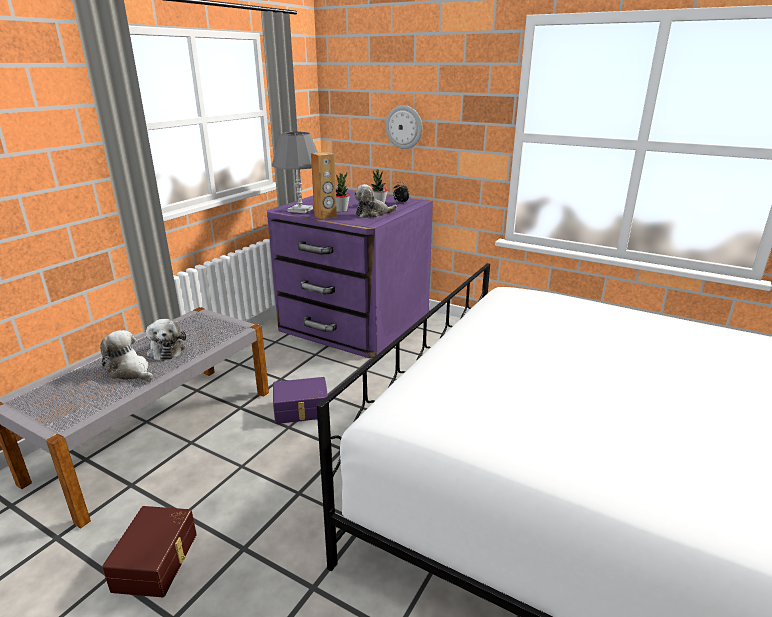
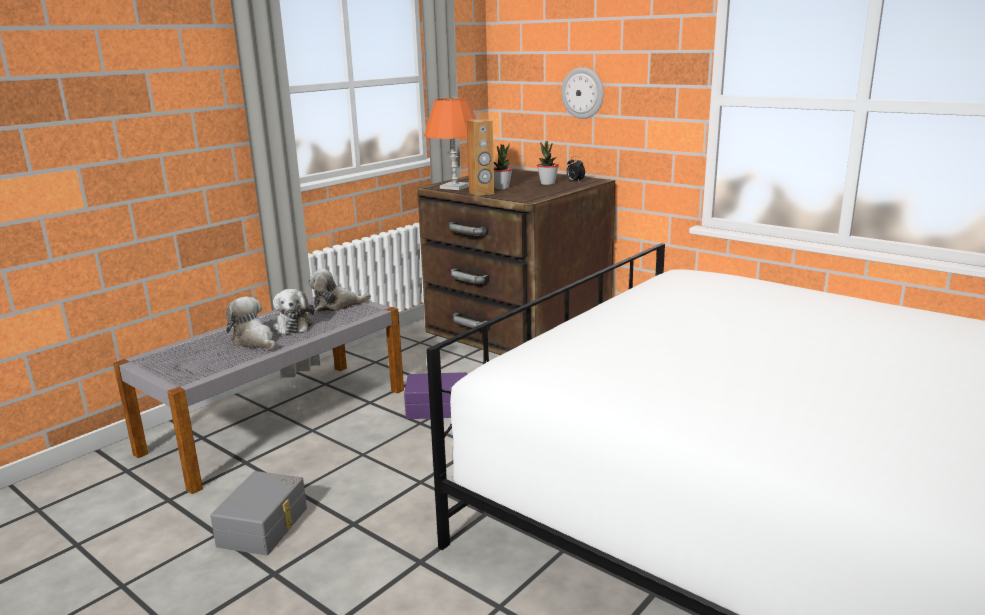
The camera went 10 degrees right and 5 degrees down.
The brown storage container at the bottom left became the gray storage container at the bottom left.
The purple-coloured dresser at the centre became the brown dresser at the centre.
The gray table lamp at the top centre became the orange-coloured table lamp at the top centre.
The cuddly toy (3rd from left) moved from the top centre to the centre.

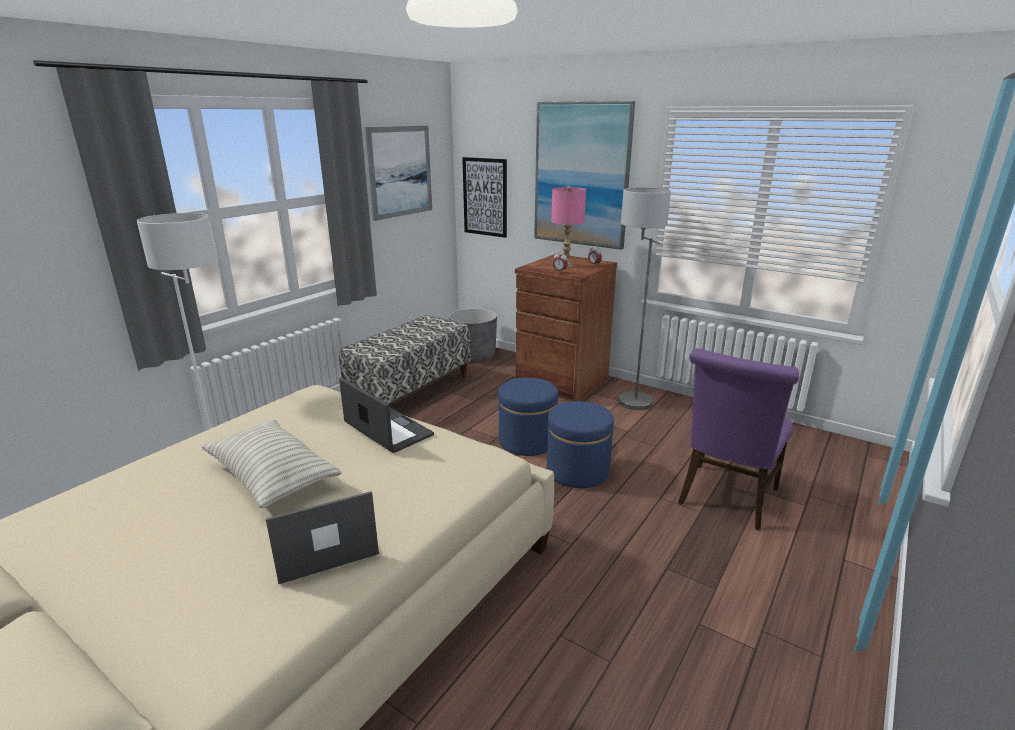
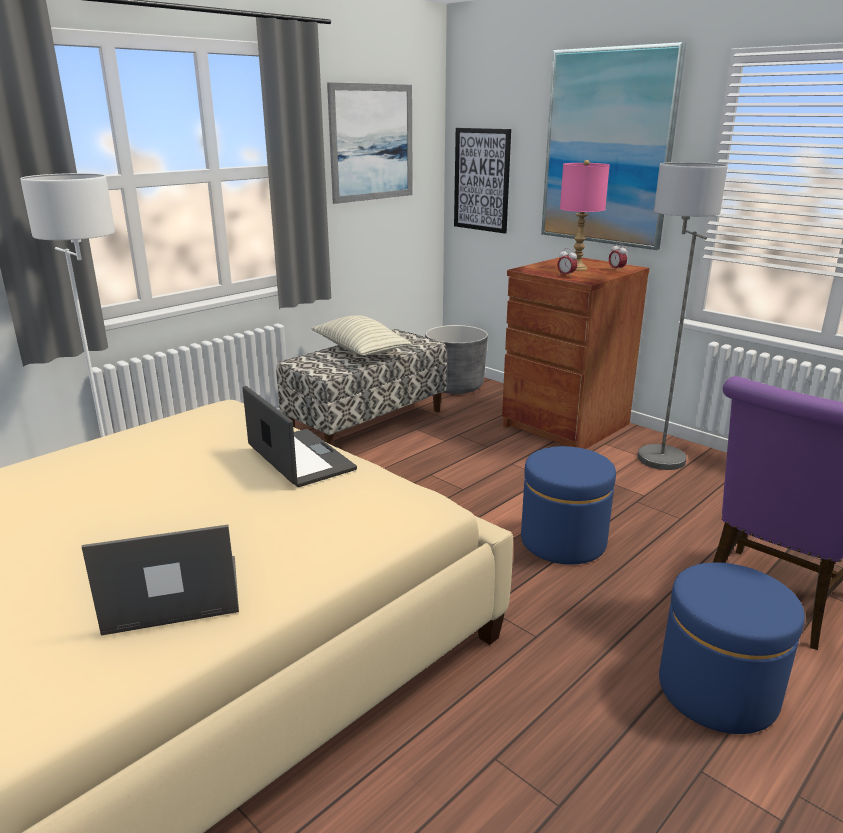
The camera went 10 degrees right and 0 degrees up.
The cushion moved from the middle left to the centre.
The blue footrest (1st from left in the first image) moved from the centre to the bottom right.

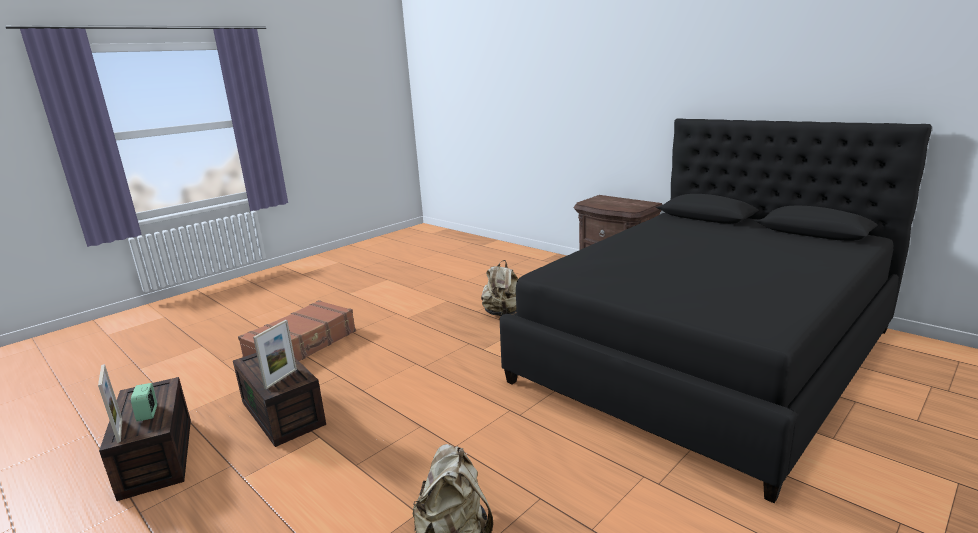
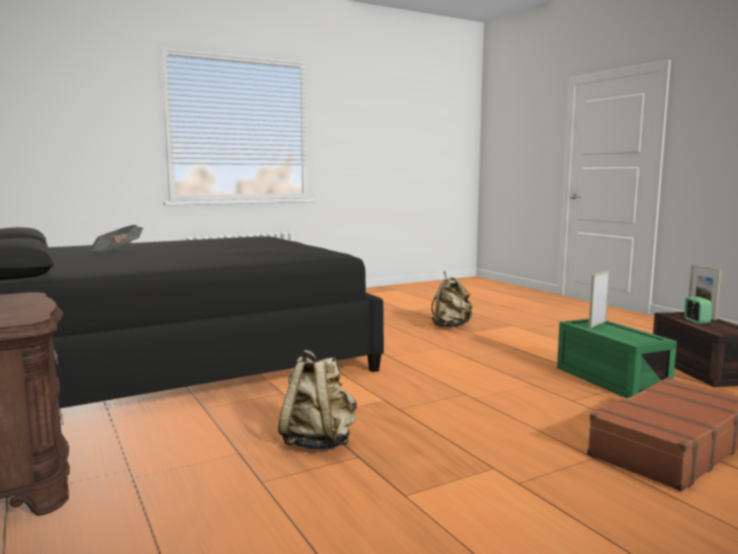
The camera went 165 degrees left and 10 degrees down.
The brown storage container (2nd from left) at the bottom left became the greenish storage container at the middle right.
The printed paper at the middle left appeared.

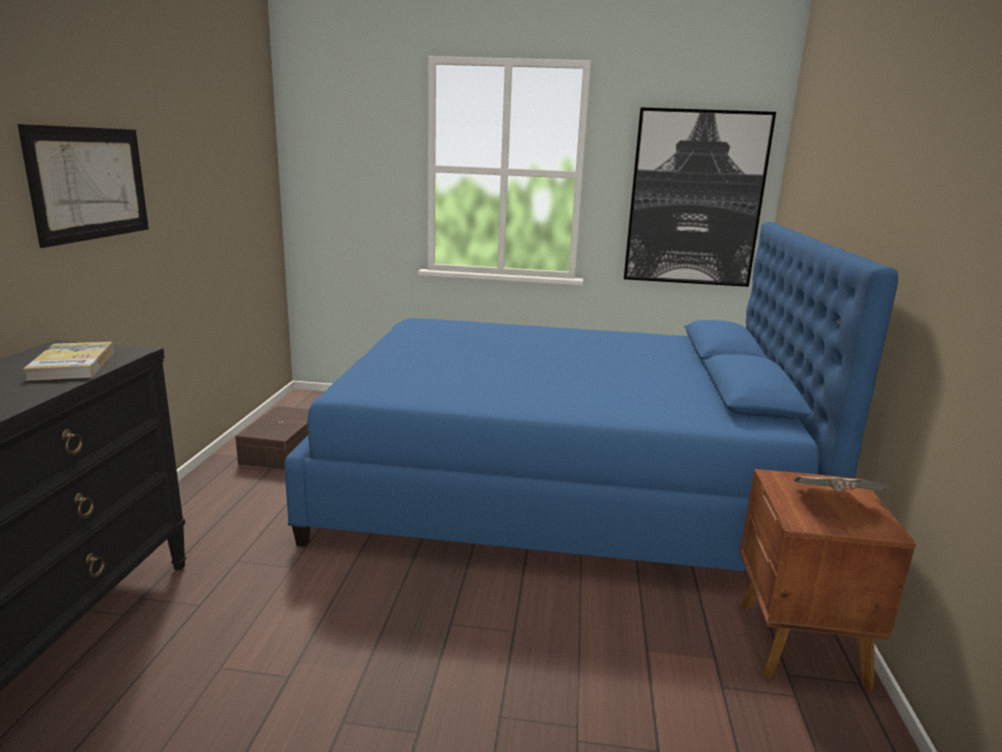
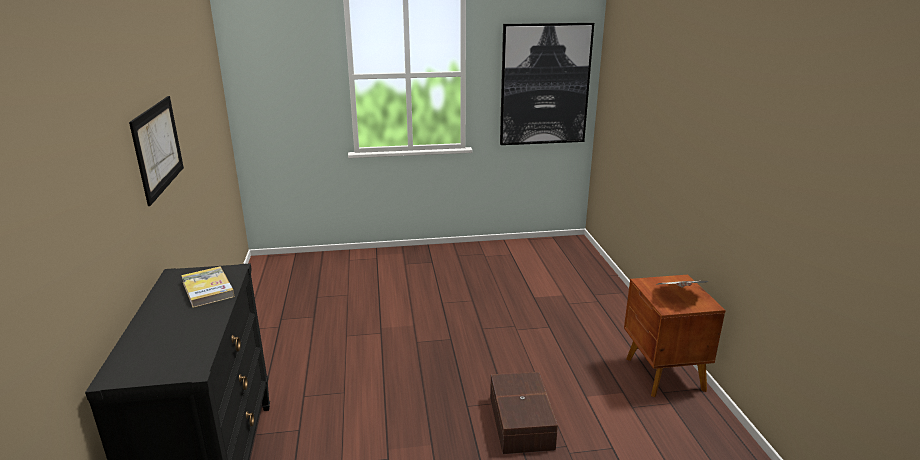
The camera went 15 degrees left and 5 degrees up.
The brown storage container moved from the middle left to the bottom centre.
The blue sleeping bed at the centre disappeared.

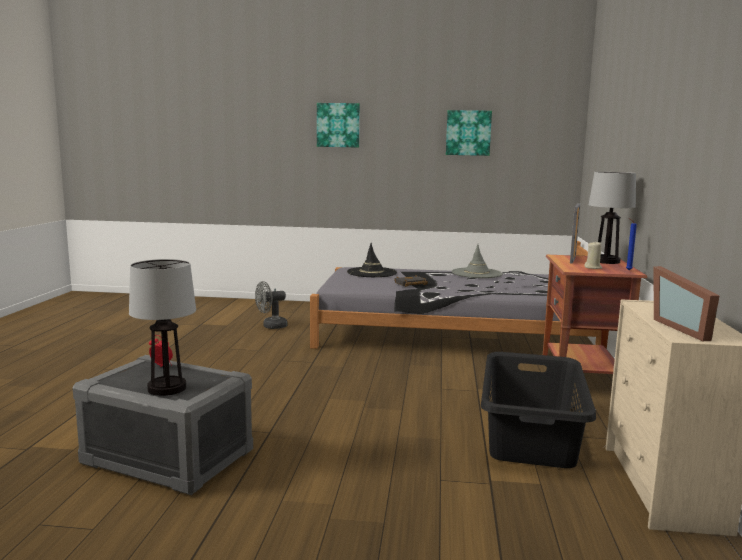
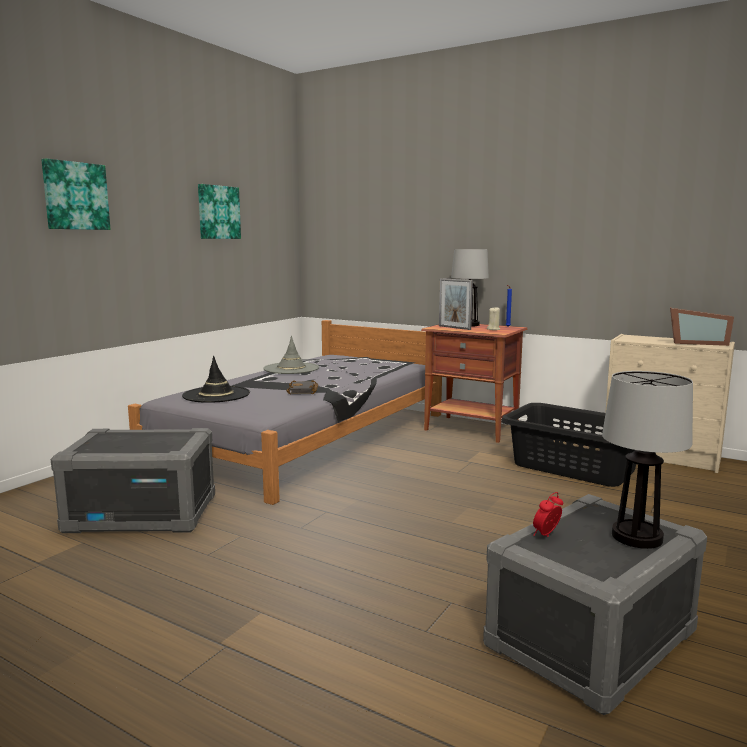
The camera went 65 degrees left and 0 degrees up.
The gray electric fan at the centre was replaced by the gray storage container (1st from left) at the middle left.

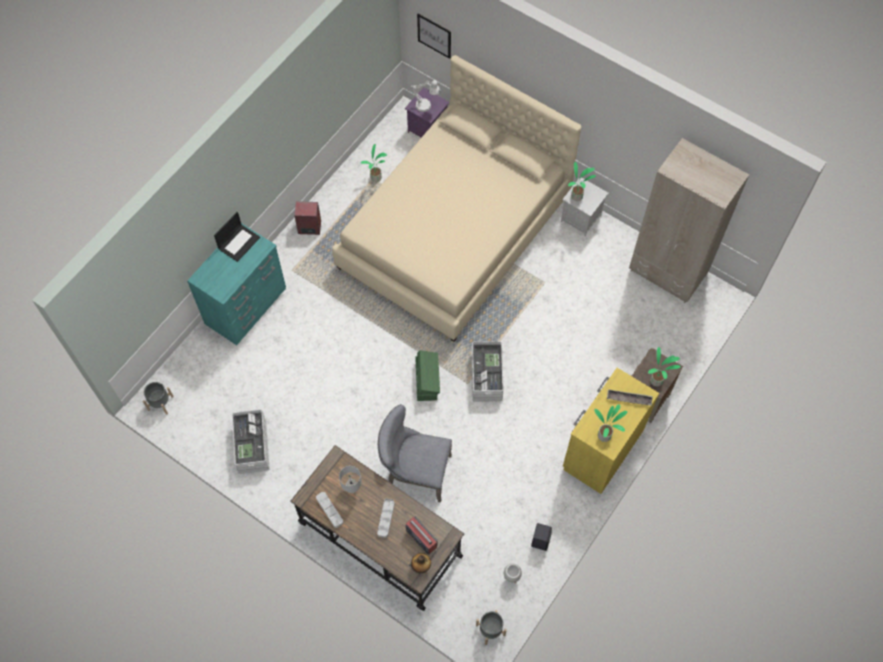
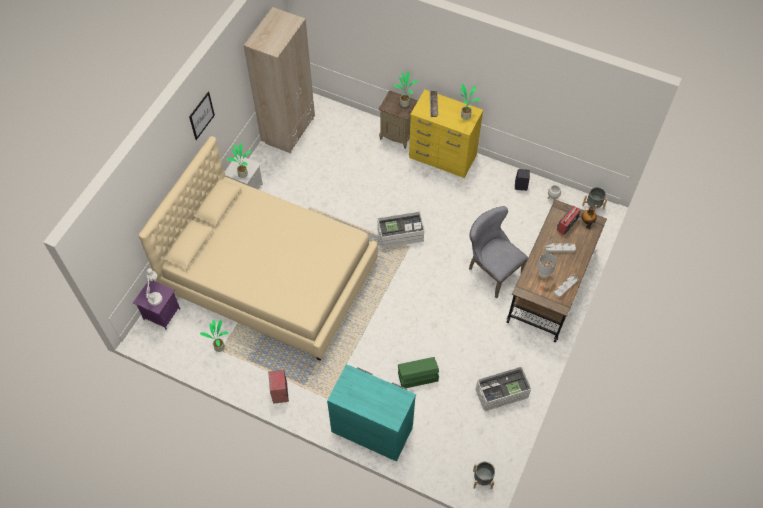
The camera went 100 degrees left and 5 degrees down.
The notebook computer at the middle left disappeared.
The gray chair at the bottom centre turned 135 degrees clockwise.
The greenish storage container moved from the centre to the bottom centre.
The wall art moved from the top centre to the top left.

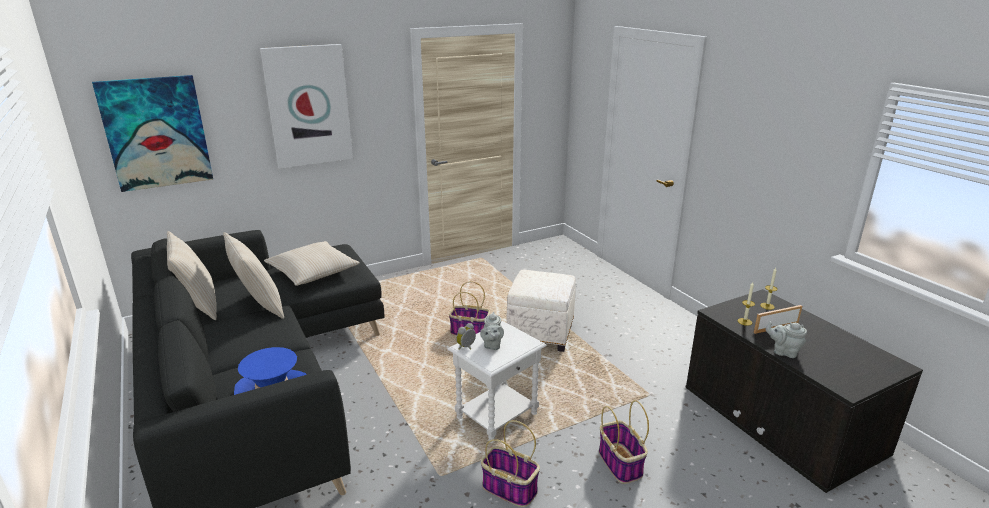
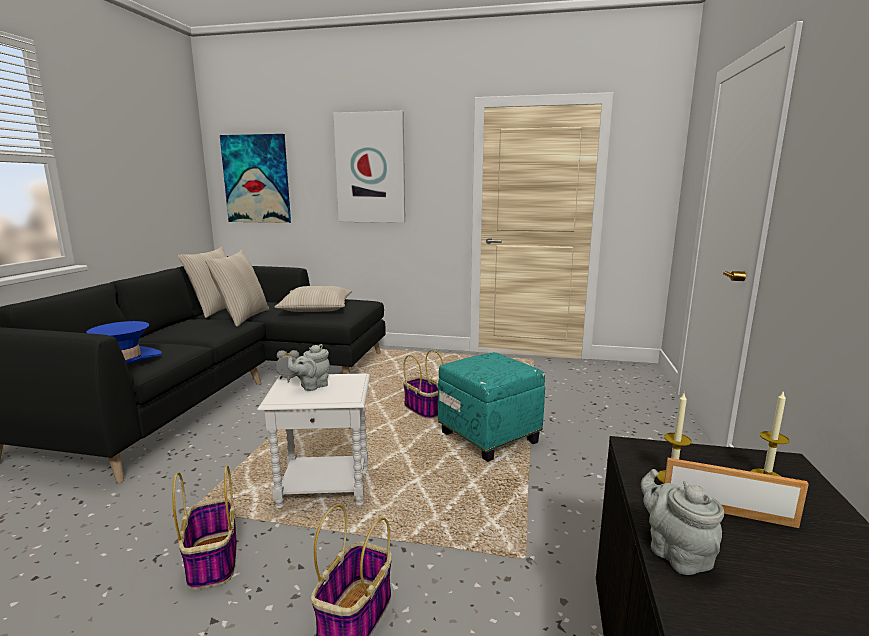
The camera went 40 degrees right and 10 degrees down.
The whitish footrest at the centre became the turquoise-coloured footrest at the centre.

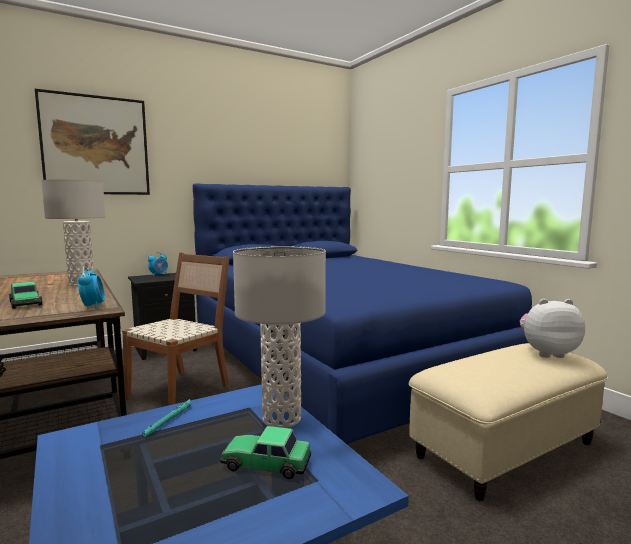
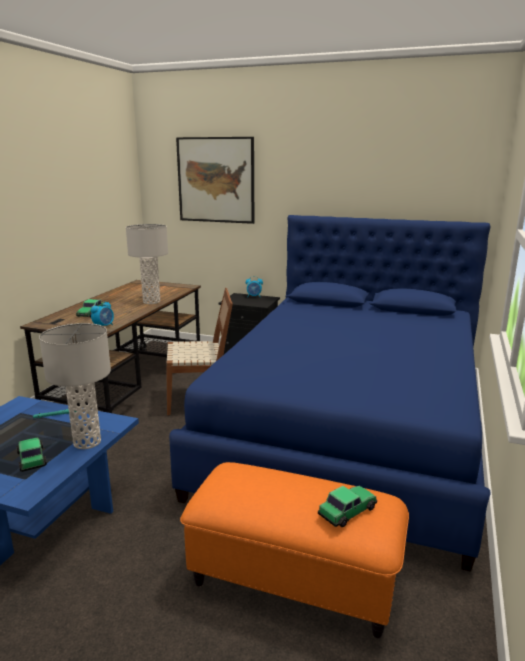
The camera went 50 degrees right and 10 degrees up.
The sand-coloured footrest at the bottom right became the orange-coloured footrest at the bottom centre.
The cuddly toy at the middle right was replaced by the miniature car (3rd from left) at the bottom centre.

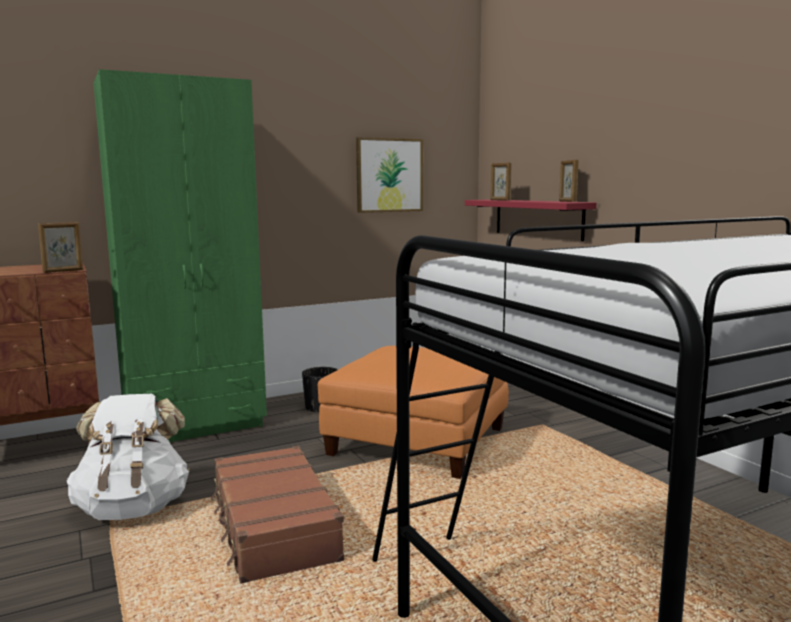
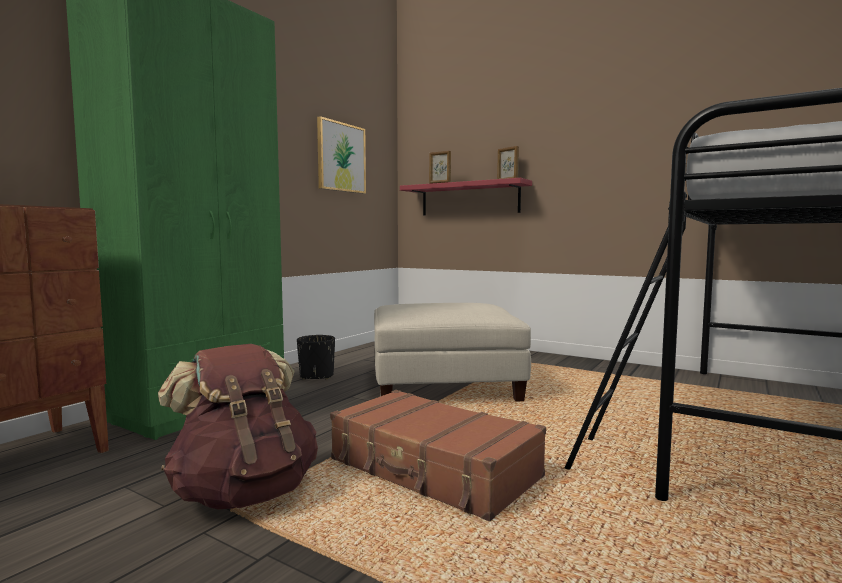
The camera went 30 degrees left and 5 degrees down.
The standing frame (1st from left) at the middle left disappeared.
The whitish backpack at the bottom left became the brown backpack at the bottom left.
The orange-coloured footrest at the centre became the sand-coloured footrest at the centre.

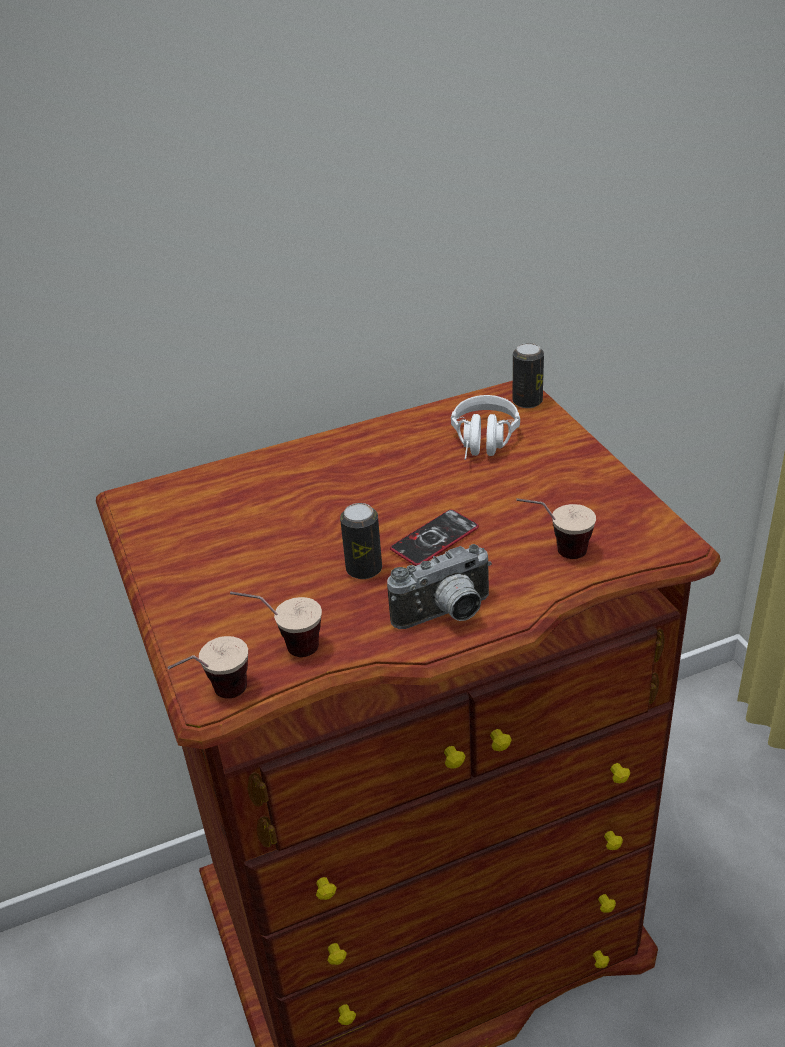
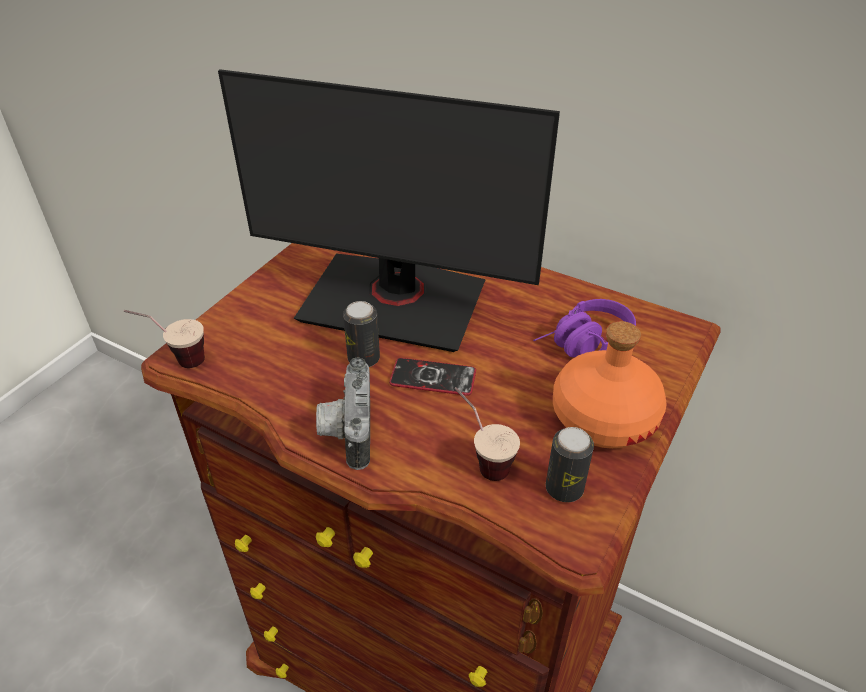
The camera went 50 degrees right and 5 degrees up.
The small cup (2nd from left) at the centre disappeared.
The still camera at the centre turned 60 degrees clockwise.
The whitish headset at the centre became the purple-coloured headset at the middle right.
The sealed can (2nd from left) moved from the middle right to the bottom centre.
The computer display at the top centre appeared.
The orange-coloured bottle at the middle right appeared.

